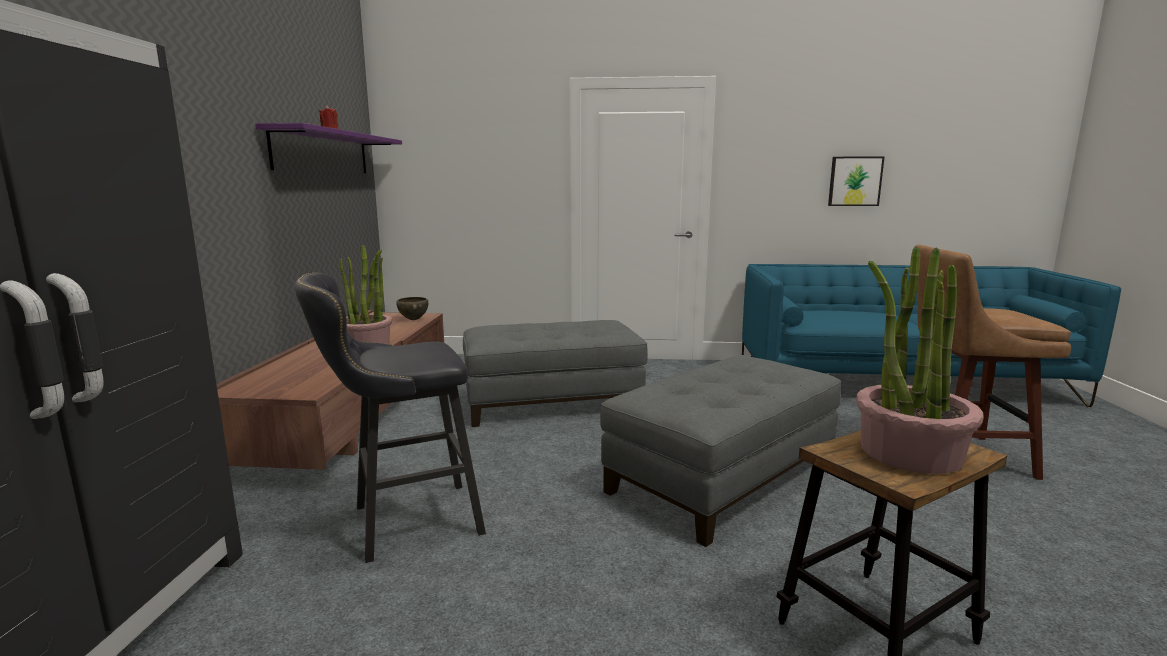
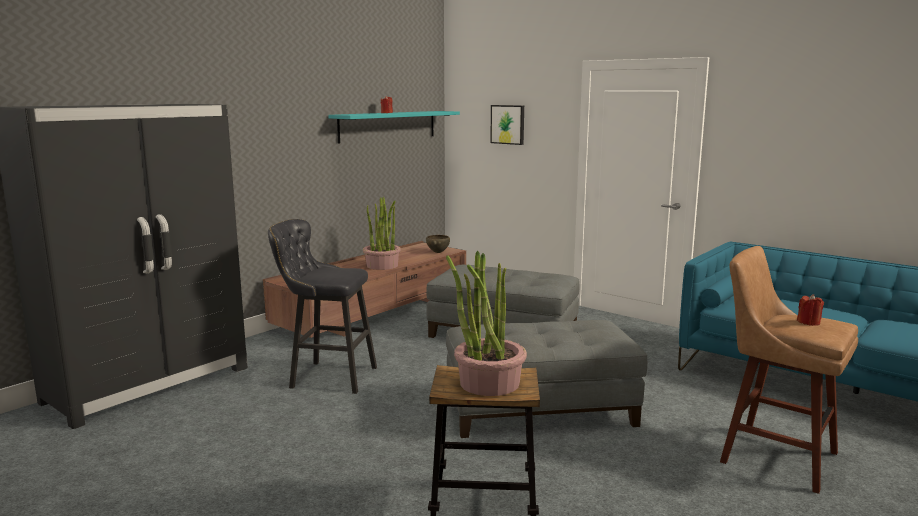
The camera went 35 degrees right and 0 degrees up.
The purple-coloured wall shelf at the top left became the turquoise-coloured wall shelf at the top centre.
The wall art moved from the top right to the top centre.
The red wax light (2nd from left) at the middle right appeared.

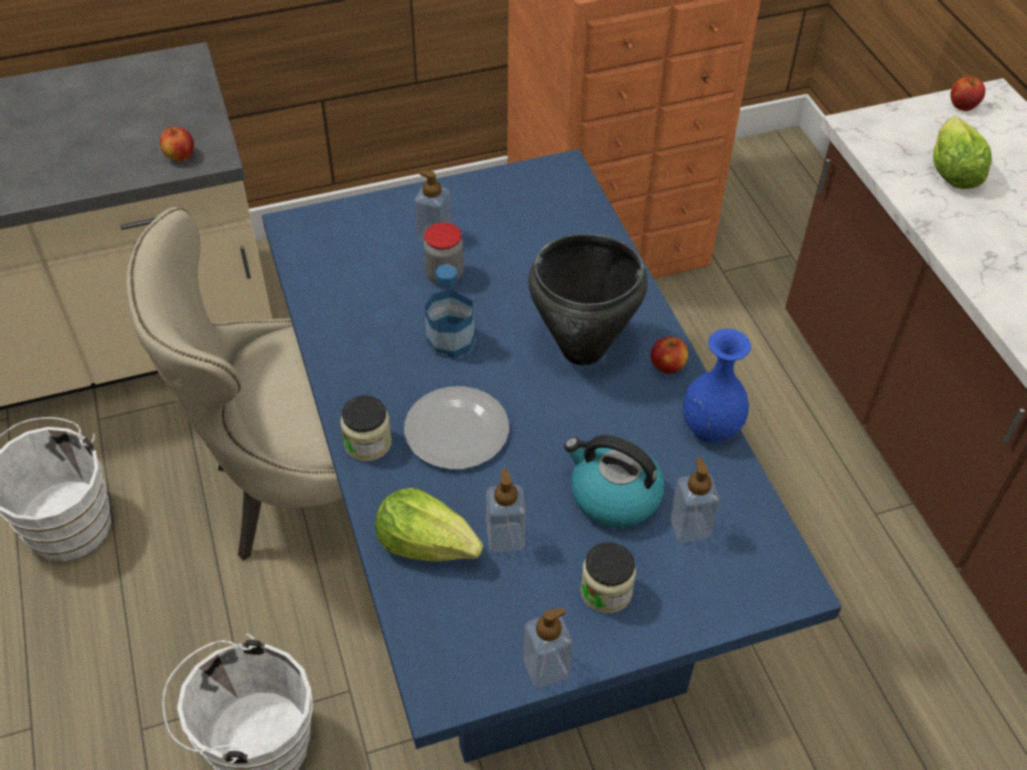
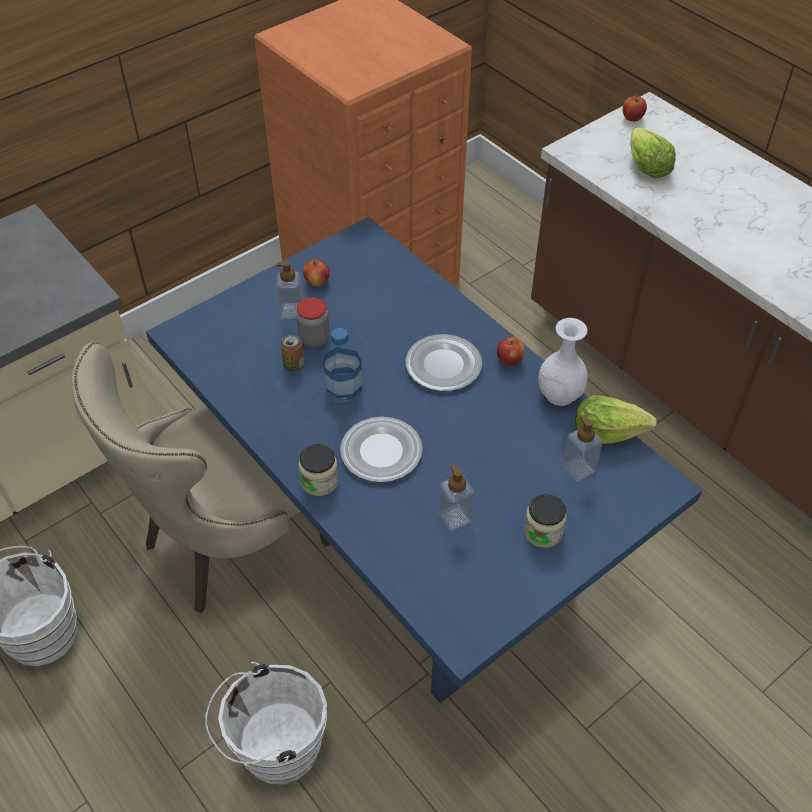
The camera went 20 degrees left and 0 degrees up.
The whole apple (1st from left) moved from the top left to the centre.
The head of lettuce (1st from left) moved from the bottom centre to the middle right.
The soap dispenser (3rd from left) at the bottom centre disappeared.
The black stockpot at the centre was replaced by the dinner plate (2nd from left) at the centre.
The tea kettle at the centre disappeared.
The blue flower vase at the middle right became the whitish flower vase at the middle right.
The sealed can at the centre appeared.

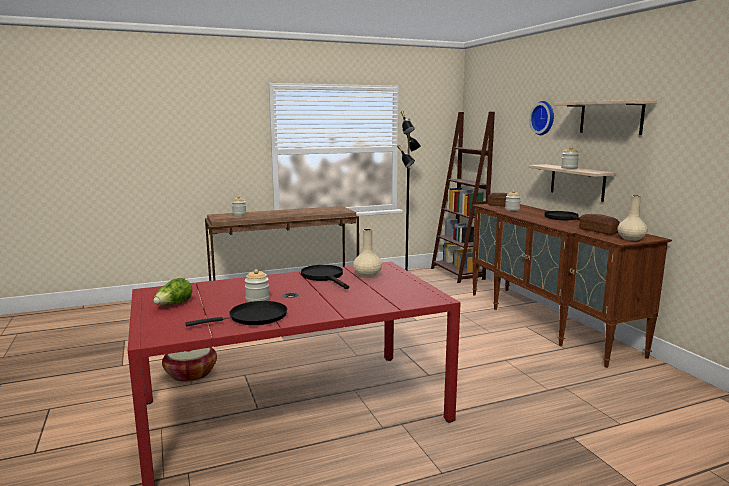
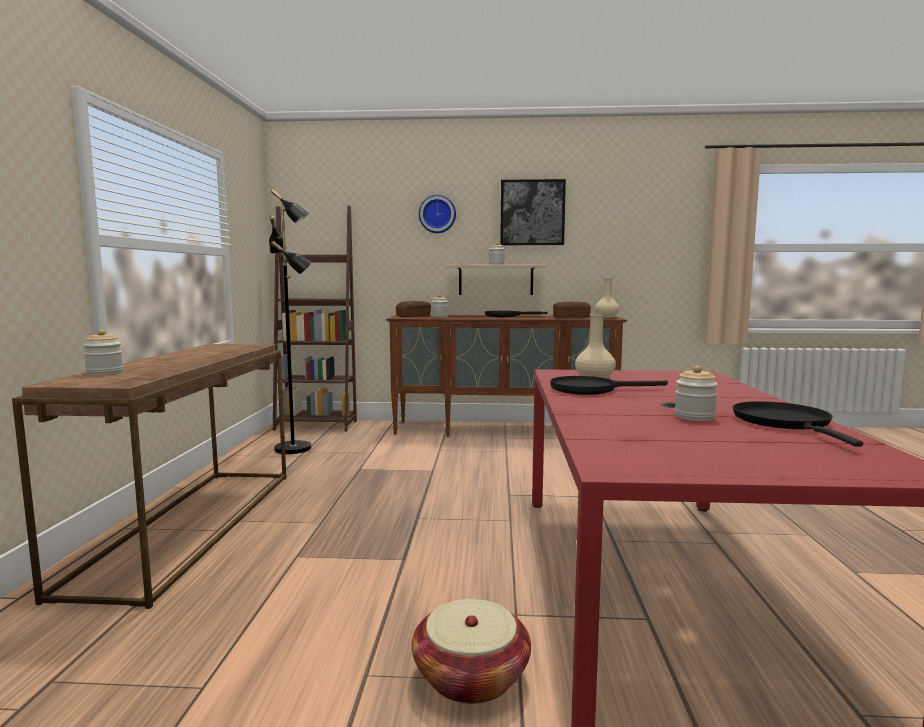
The camera went 65 degrees left and 5 degrees down.
The head of lettuce at the middle left disappeared.
The wall shelf (2nd from left) at the top right was replaced by the wall art at the top centre.

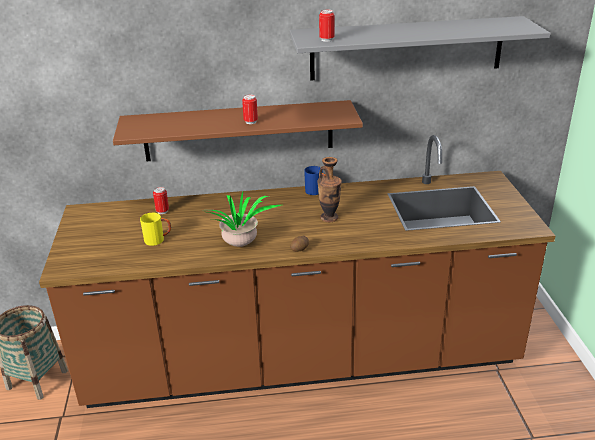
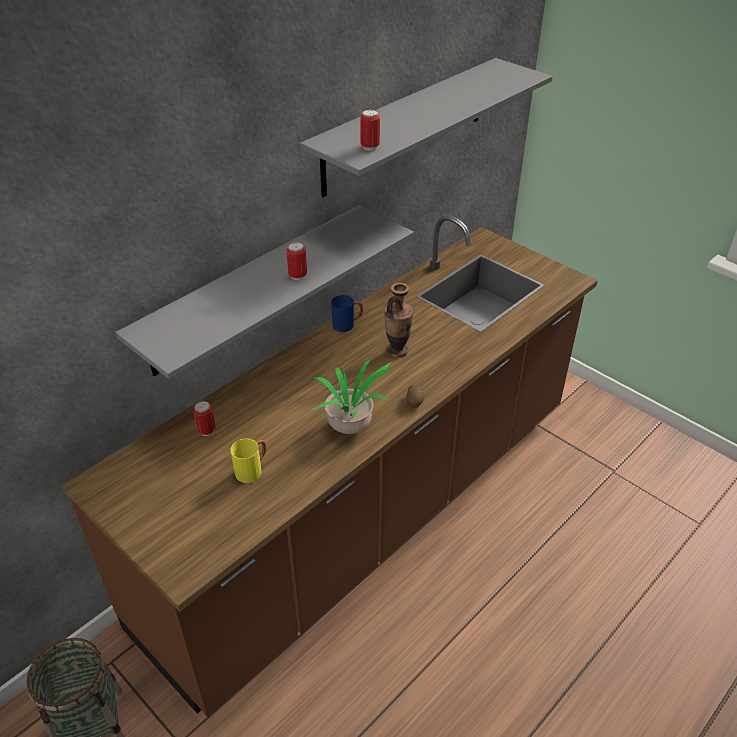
The camera went 40 degrees left and 10 degrees up.
The brown wall shelf at the top centre became the gray wall shelf (1st from left) at the centre.

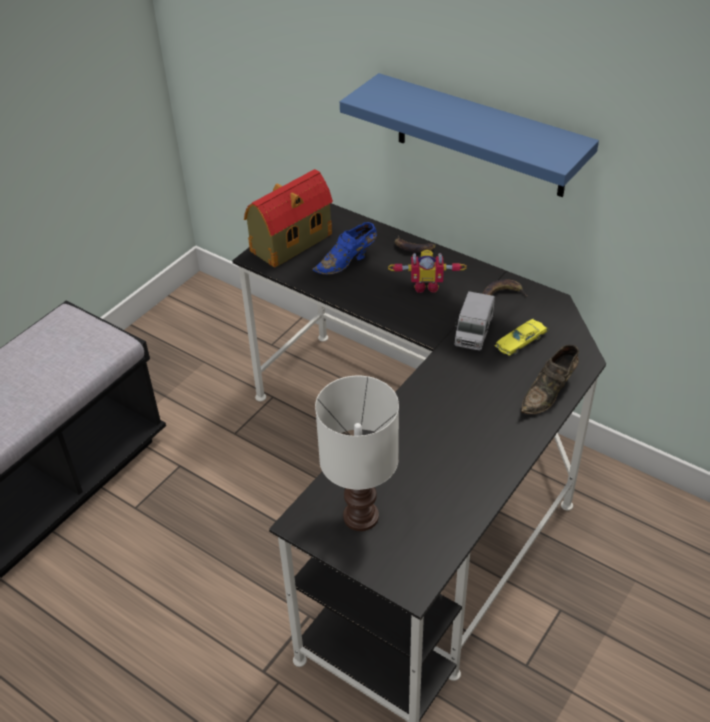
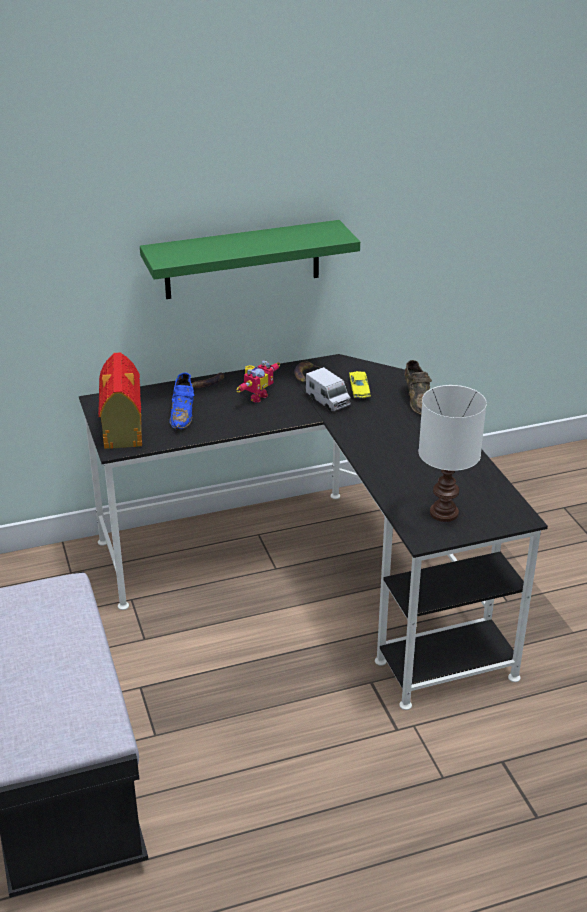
The camera went 55 degrees left and 10 degrees down.
The blue wall shelf at the top centre became the greenish wall shelf at the top centre.

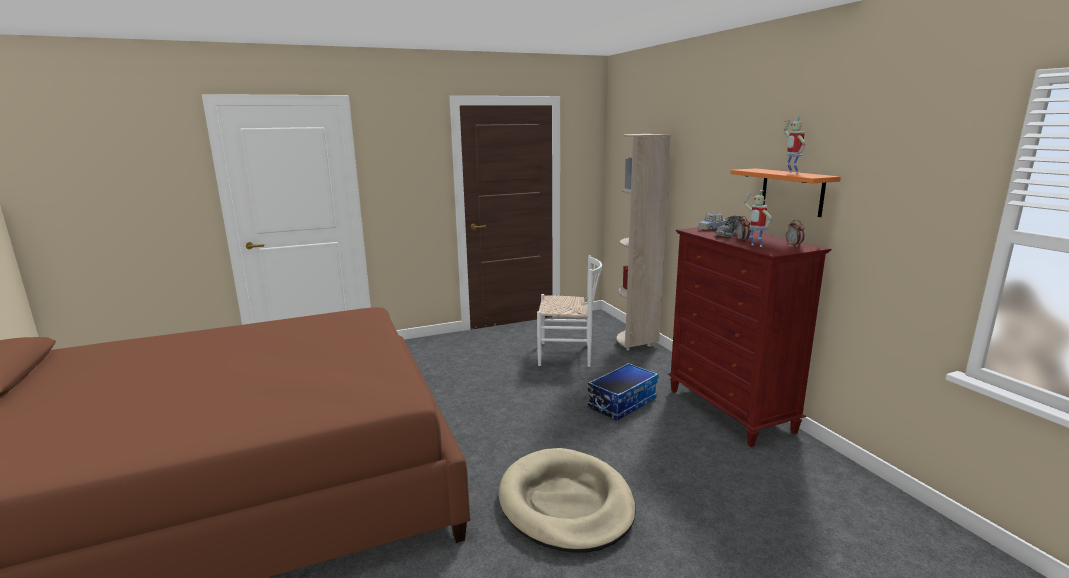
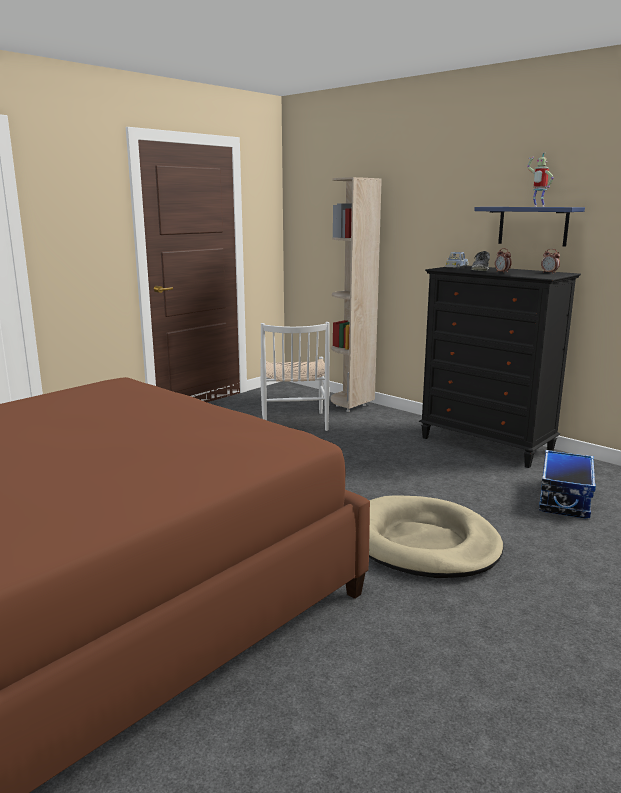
The camera went 25 degrees left and 0 degrees up.
The whitish chair at the centre turned 105 degrees clockwise.
The storage container moved from the bottom centre to the middle right.
The red dresser at the middle right became the black dresser at the middle right.
The orange-coloured wall shelf at the top right became the blue wall shelf at the top right.
The toy robot (1st from left) at the middle right disappeared.

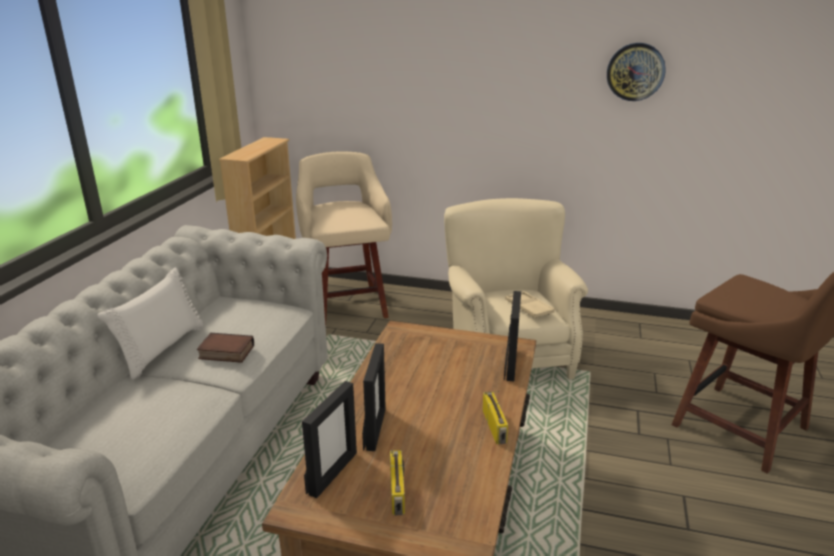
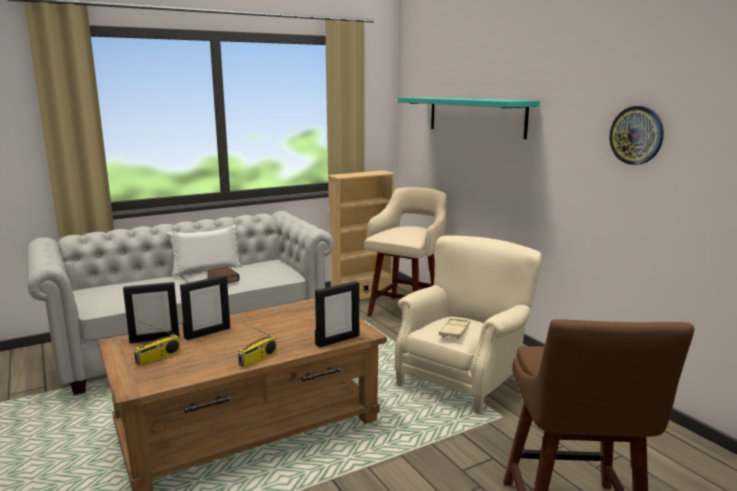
The camera went 45 degrees right and 10 degrees down.
The turquoise-coloured wall shelf at the top centre appeared.

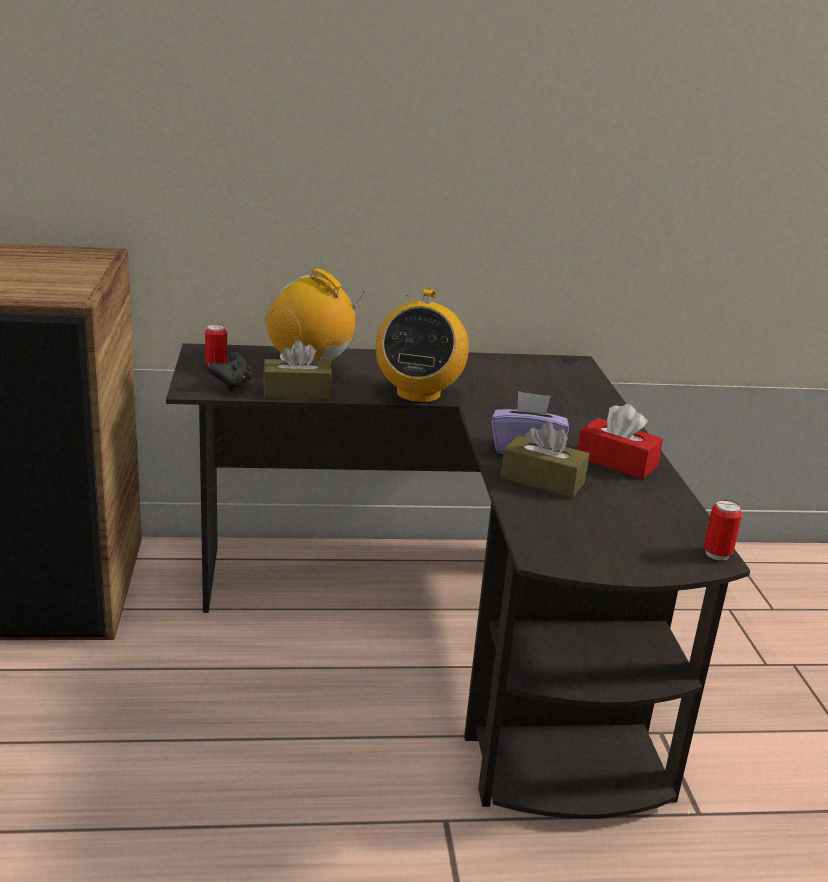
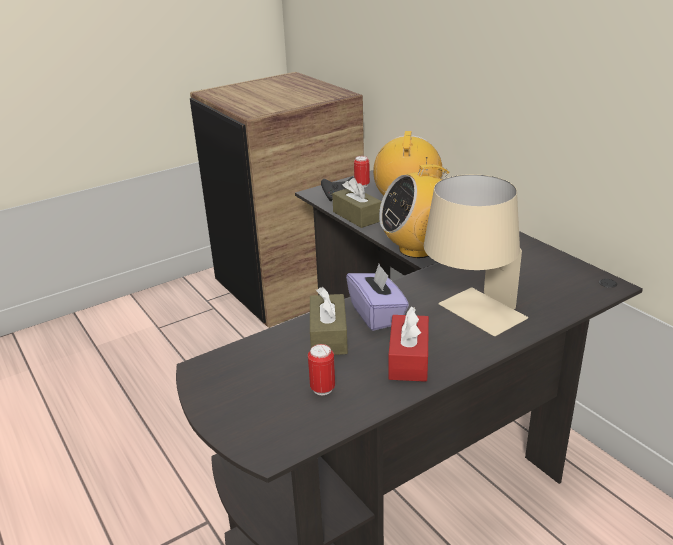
The camera went 65 degrees right and 5 degrees up.
The sealed can (2nd from left in the first image) moved from the middle right to the bottom centre.
The sand-coloured table lamp at the middle right appeared.

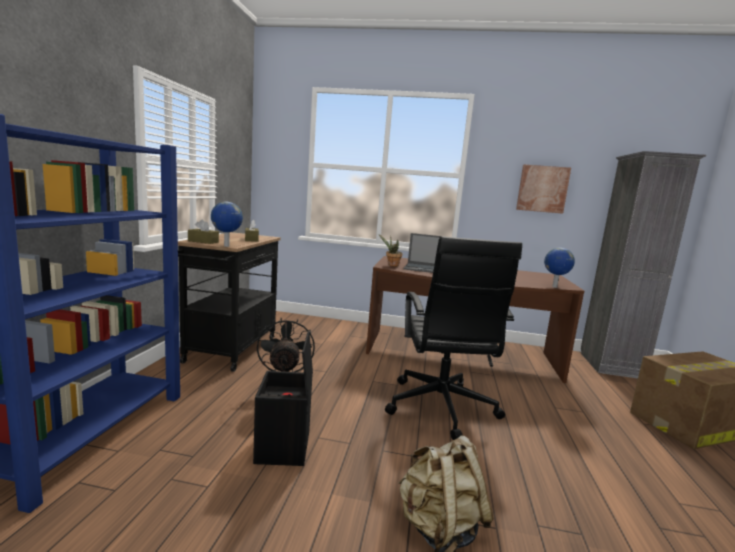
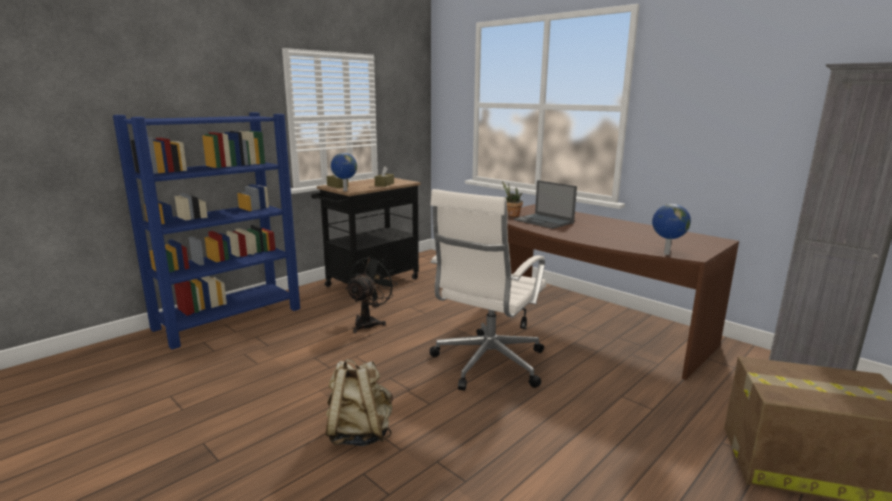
The camera went 35 degrees right and 5 degrees up.
The black storage container at the bottom centre disappeared.
The black computer chair at the centre became the whitish computer chair at the centre.
The wall art at the middle right disappeared.

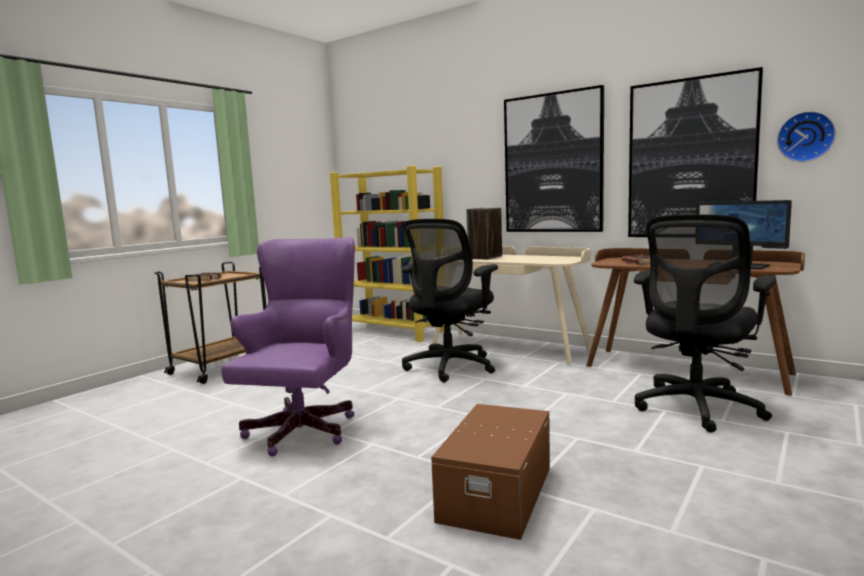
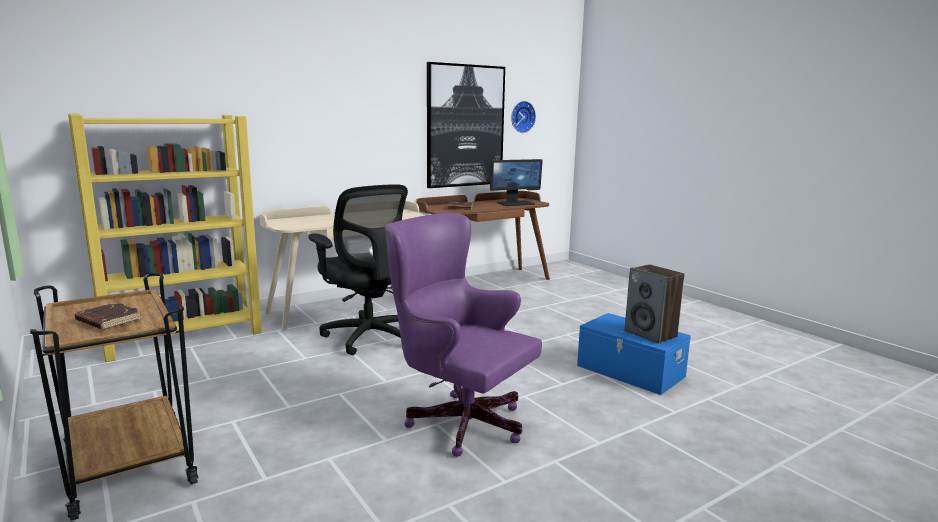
The camera went 70 degrees left and 5 degrees up.
The brown storage container at the bottom centre became the blue storage container at the bottom right.
The speaker moved from the centre to the middle right.
The wall art (1st from left) at the top centre disappeared.
The black computer chair (2nd from left) at the middle right disappeared.

